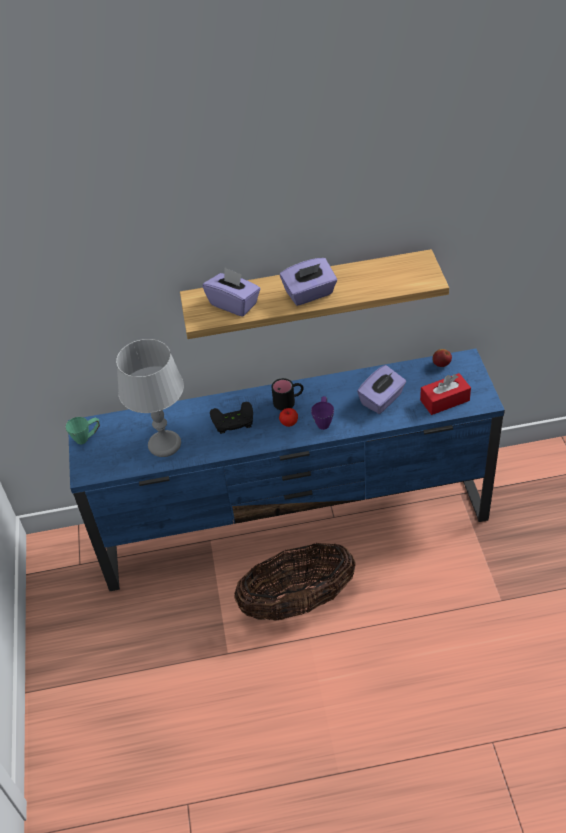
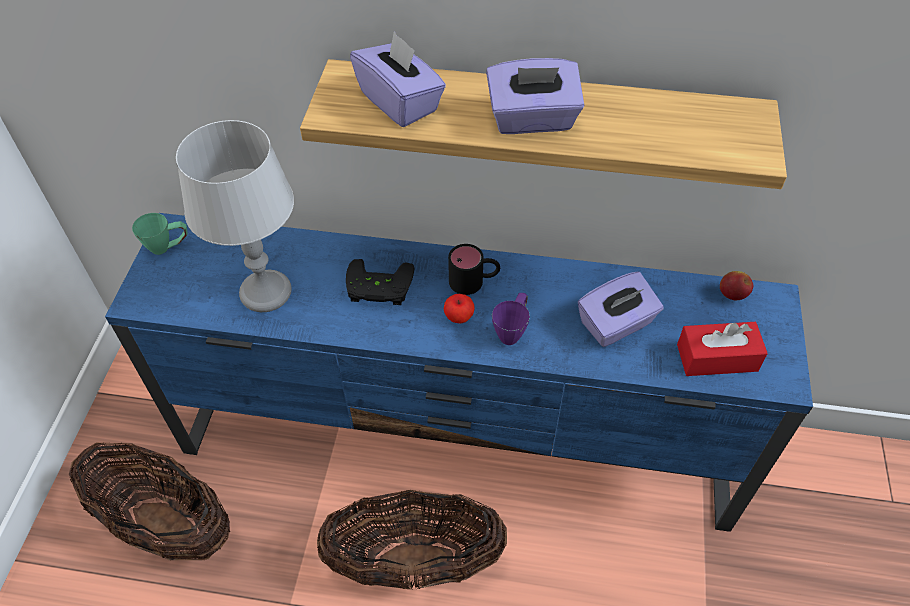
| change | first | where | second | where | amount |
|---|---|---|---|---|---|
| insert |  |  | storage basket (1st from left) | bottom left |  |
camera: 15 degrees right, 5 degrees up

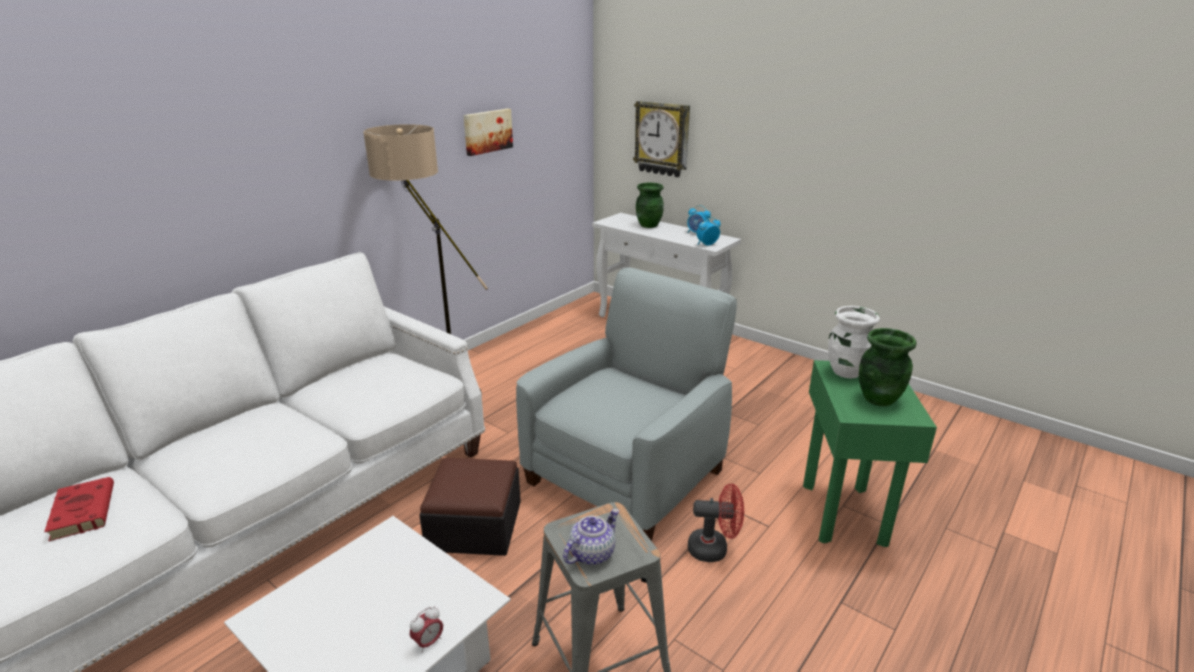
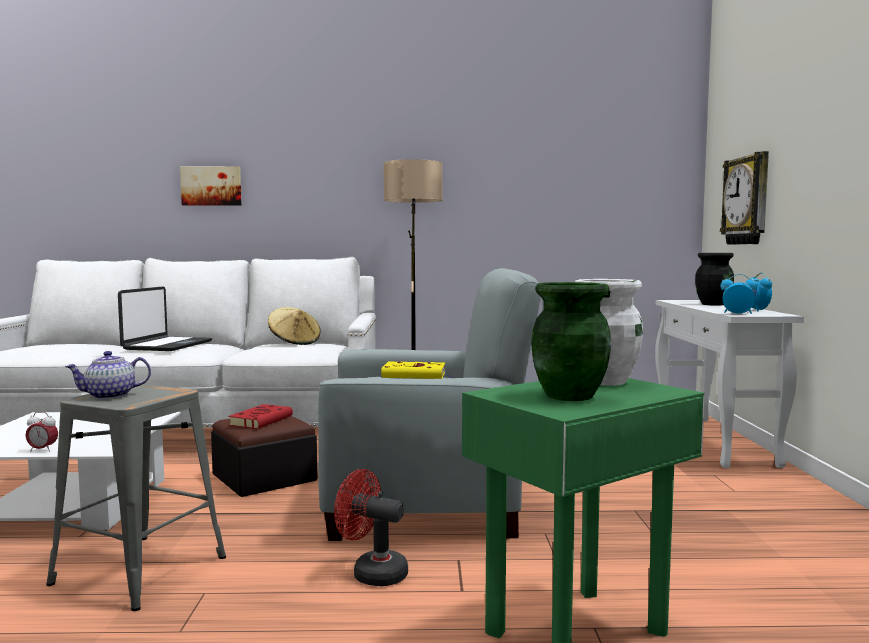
| change | first | where | second | where | amount |
|---|---|---|---|---|---|
| move | red bound book | bottom left |  | middle left |  |
| move | wall art | top centre |  | top left |  |
| rotate | tea pot | bottom centre |  | middle left | 150 degrees clockwise |
| recolor | green-coloured decorative vase (1st from left) | top centre | black-coloured decorative vase | middle right |  |
| rotate | red electric fan | bottom centre |  | bottom centre | 150 degrees clockwise |
| insert |  |  | portable computer | middle left |  |
| insert |  |  | beige clothing hat | centre |  |
| insert |  |  | yellowish bound book | centre |  |
camera: 50 degrees right, 20 degrees down

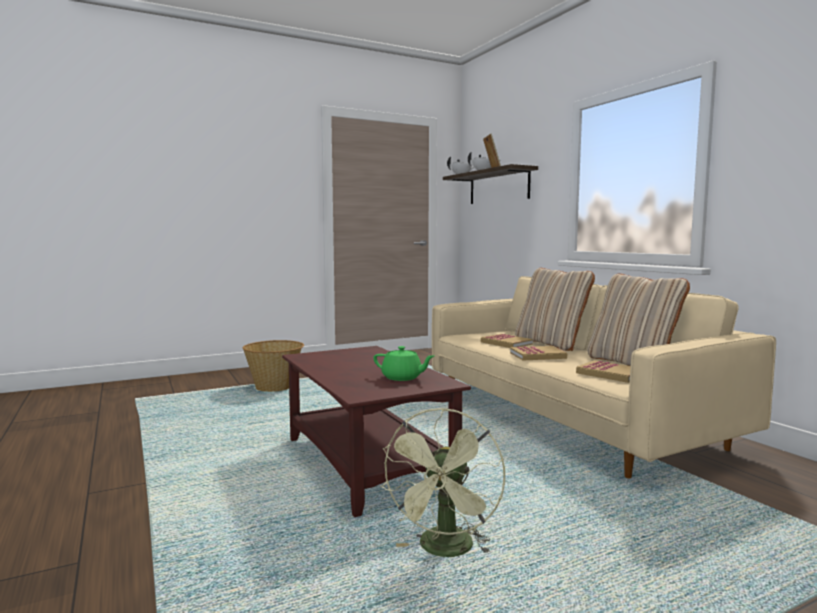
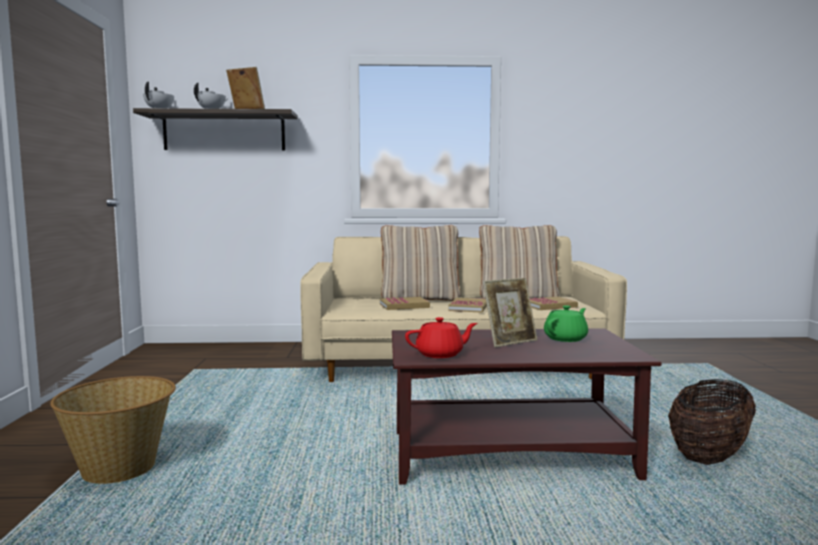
| change | first | where | second | where | amount |
|---|---|---|---|---|---|
| replace | green-coloured electric fan | bottom centre | storage basket (2nd from left) | bottom right |  |
| insert |  |  | red tea pot | centre |  |
| insert |  |  | photo frame (2nd from left) | centre |  |
camera: 65 degrees left, 0 degrees up

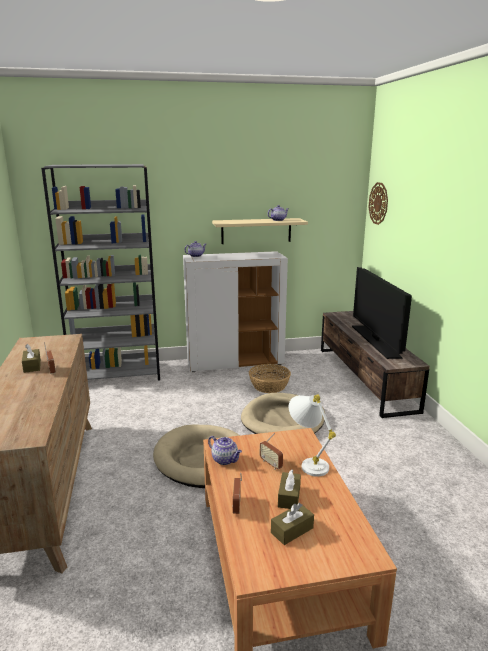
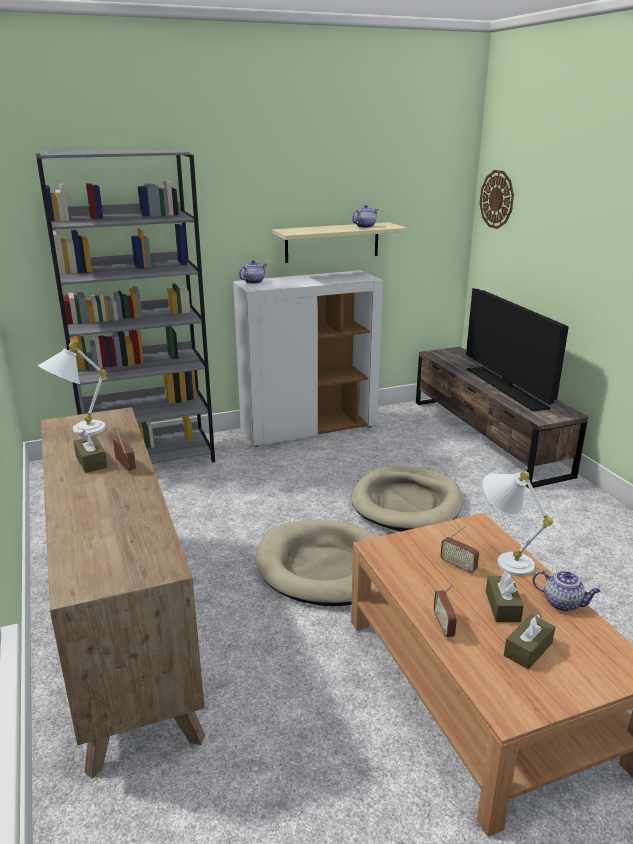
| change | first | where | second | where | amount |
|---|---|---|---|---|---|
| move | tea pot (2nd from left in the first image) | bottom centre | tea pot (3rd from left) | bottom right |  |
| delete | storage basket | centre |  |  |  |
| insert |  |  | whitish lamp for a table (1st from left) | middle left |  |
camera: 10 degrees left, 5 degrees up

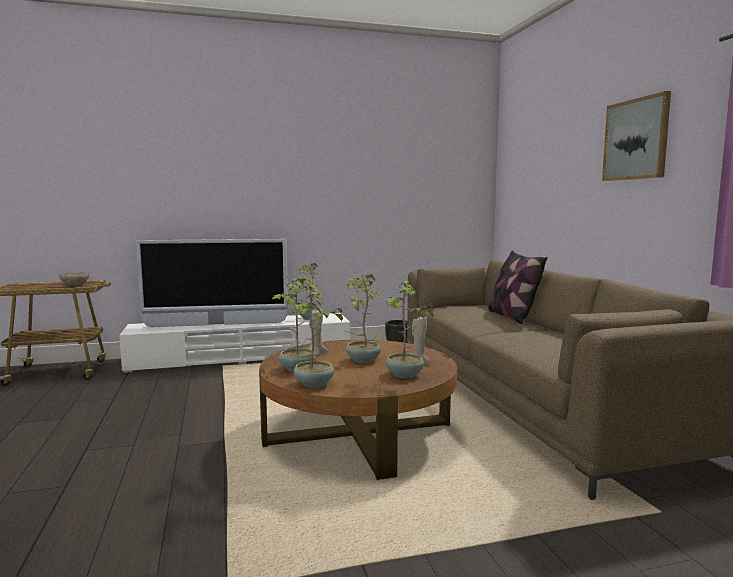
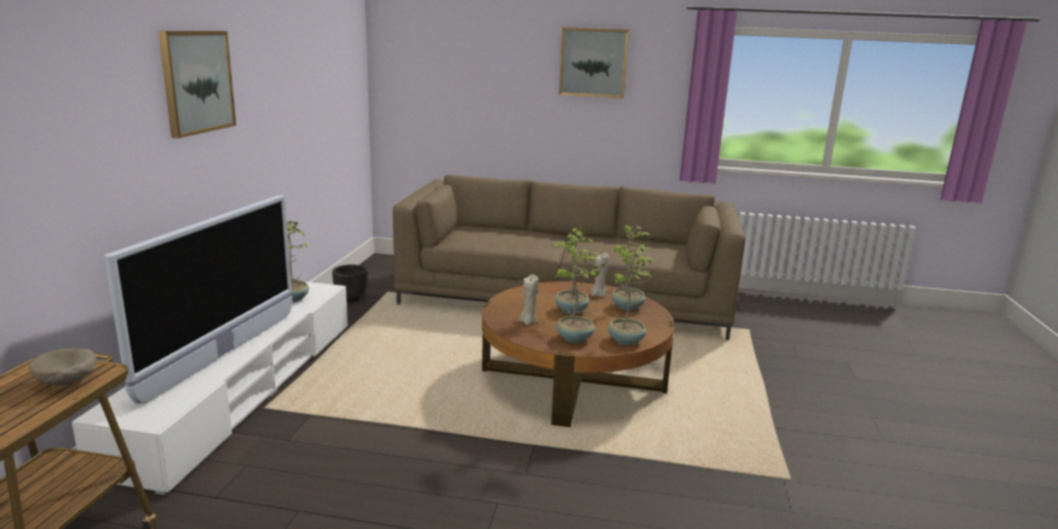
| change | first | where | second | where | amount |
|---|---|---|---|---|---|
| delete | cushion | middle right |  |  |  |
| insert |  |  | wall art (1st from left) | top left |  |
camera: 65 degrees left, 10 degrees up

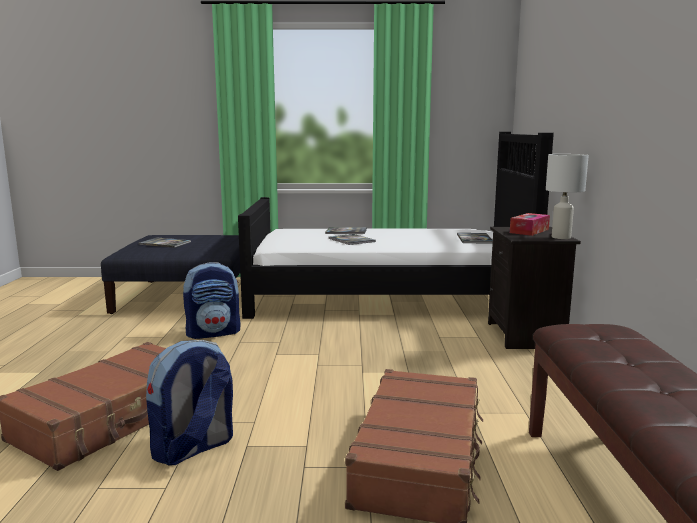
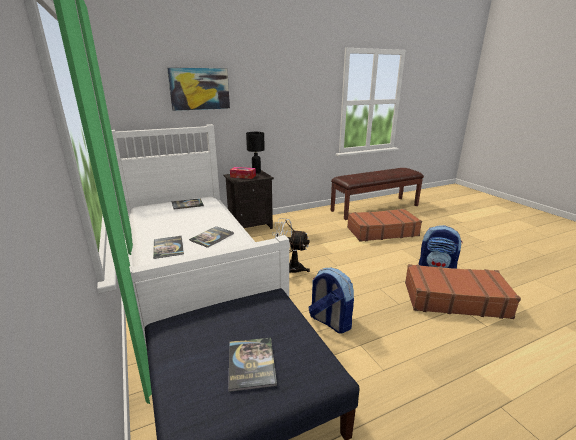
| change | first | where | second | where | amount |
|---|---|---|---|---|---|
| recolor | black-coloured sleeping bed | centre | whitish sleeping bed | centre |  |
| recolor | whitish lamp for a table | middle right | black-coloured lamp for a table | centre |  |
| insert |  |  | wall art | top centre |  |
| insert |  |  | whitish electric fan | centre |  |
camera: 115 degrees left, 10 degrees up

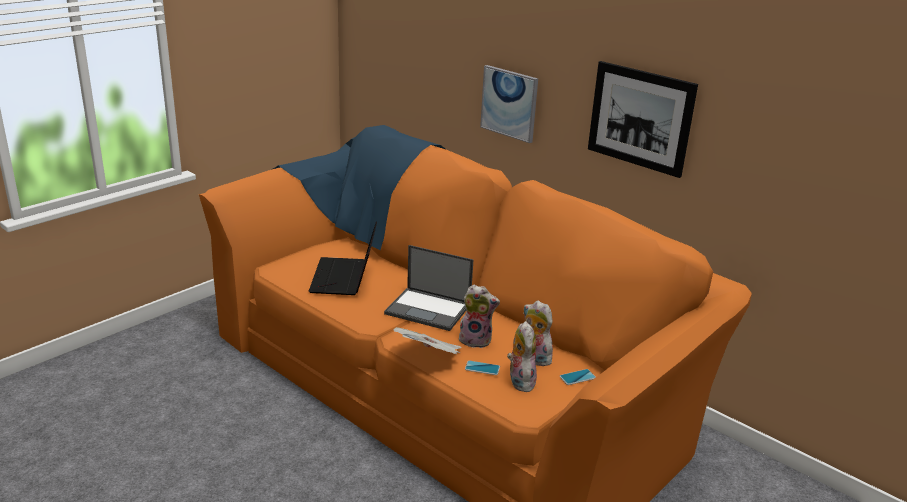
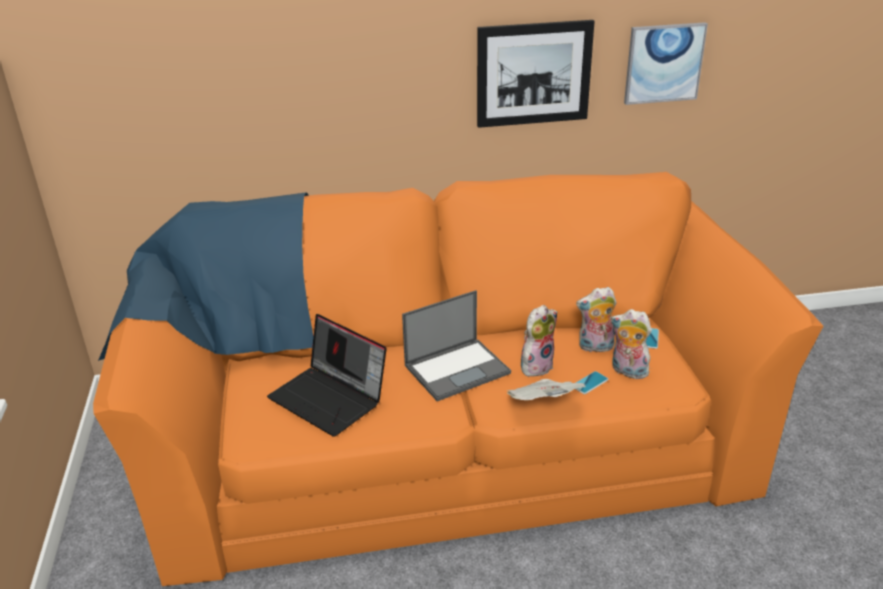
| change | first | where | second | where | amount |
|---|---|---|---|---|---|
| move | wall art (1st from left in the first image) | top centre | wall art (2nd from left) | top right |  |
camera: 50 degrees left, 5 degrees up

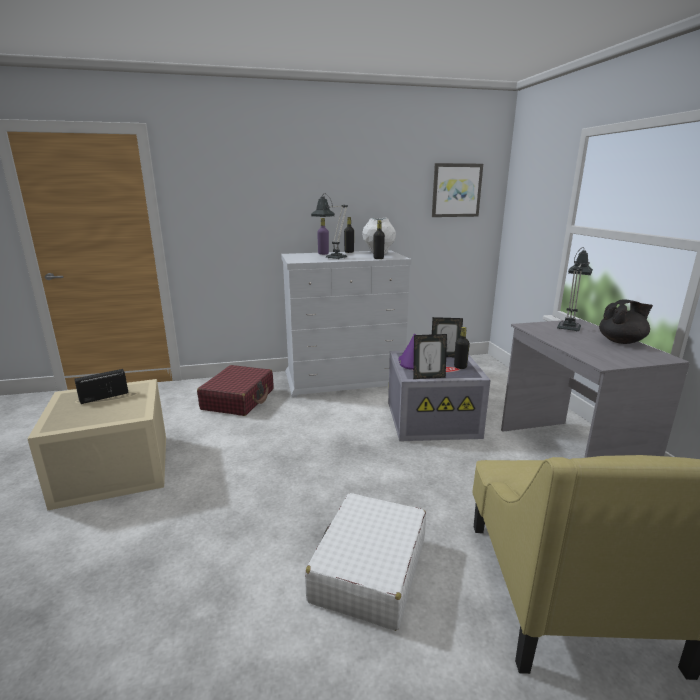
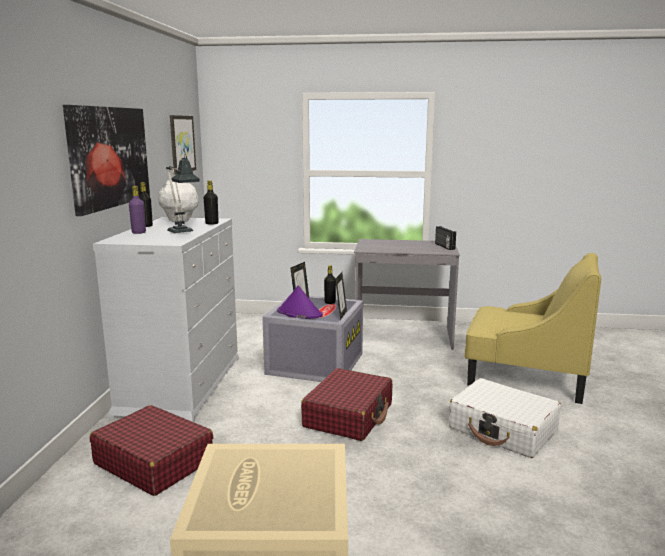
| change | first | where | second | where | amount |
|---|---|---|---|---|---|
| move | radio set | middle left |  | middle right |  |
| delete | lamp for a table (2nd from left) | middle right |  |  |  |
| delete | black-coloured tea pot | middle right |  |  |  |
| insert |  |  | wall art (1st from left) | top left |  |
| insert |  |  | red piece of luggage (2nd from left) | bottom centre |  |
camera: 70 degrees left, 5 degrees down

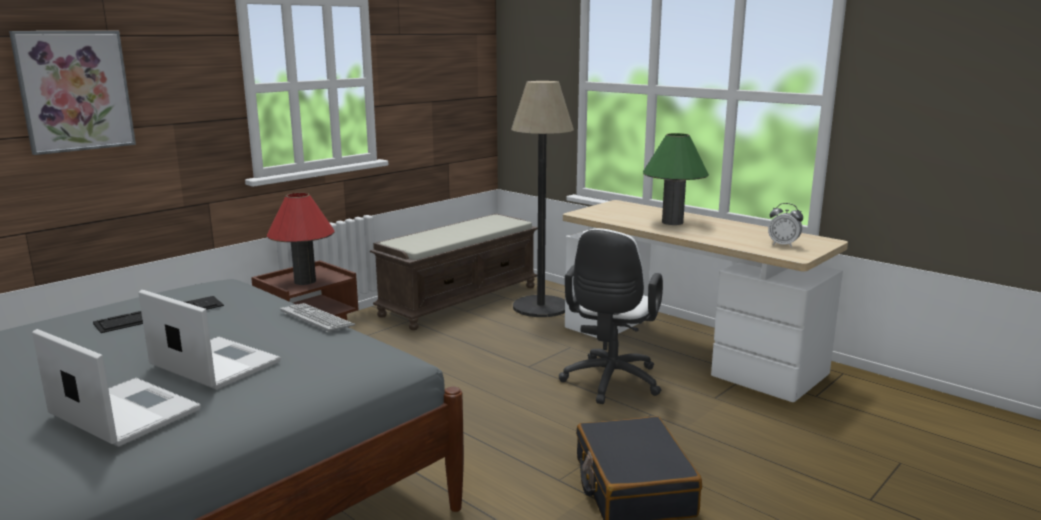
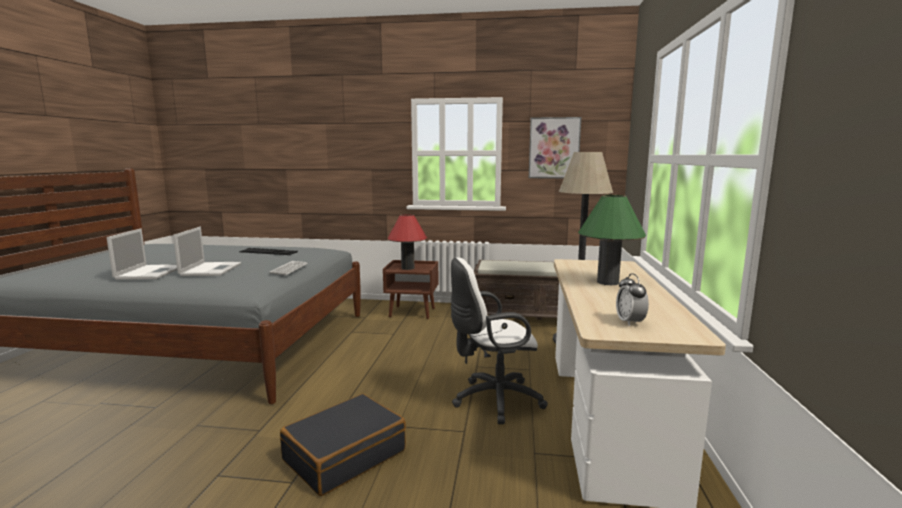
| change | first | where | second | where | amount |
|---|---|---|---|---|---|
| move | wall art | top left |  | top centre |  |
camera: 55 degrees right, 5 degrees down

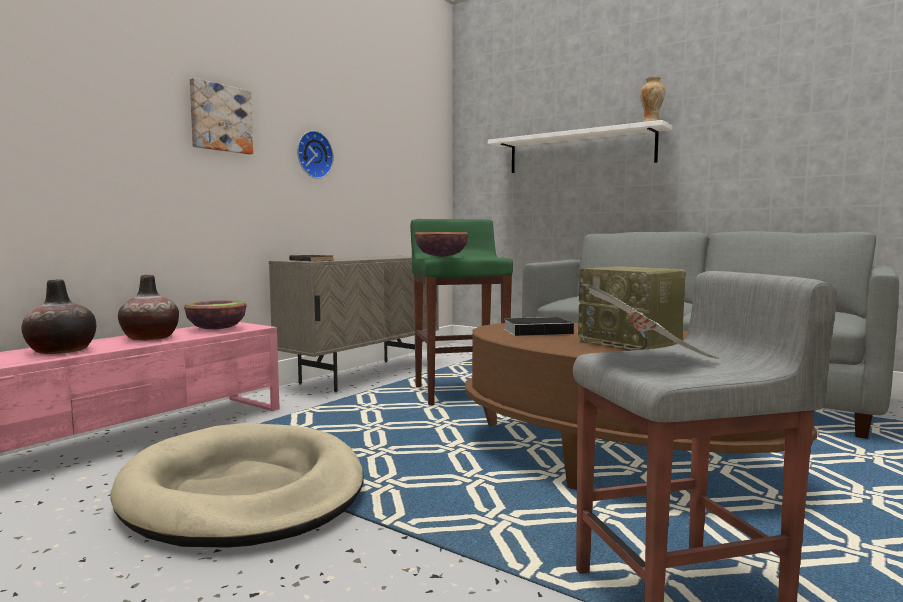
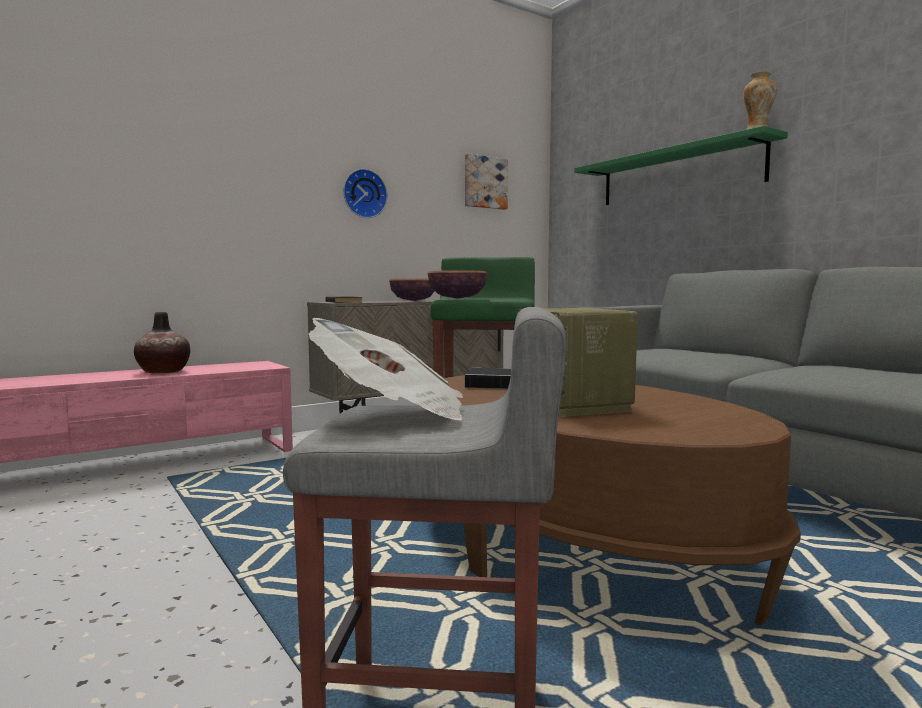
| change | first | where | second | where | amount |
|---|---|---|---|---|---|
| delete | decorative vase (1st from left) | middle left |  |  |  |
| delete | beige dog bed | bottom left |  |  |  |
| move | bowl (1st from left) | middle left |  | centre |  |
| move | wall art | top left |  | top centre |  |
| recolor | whitish bracket shelf | top centre | green-coloured bracket shelf | top right |  |
camera: 20 degrees right, 0 degrees up

